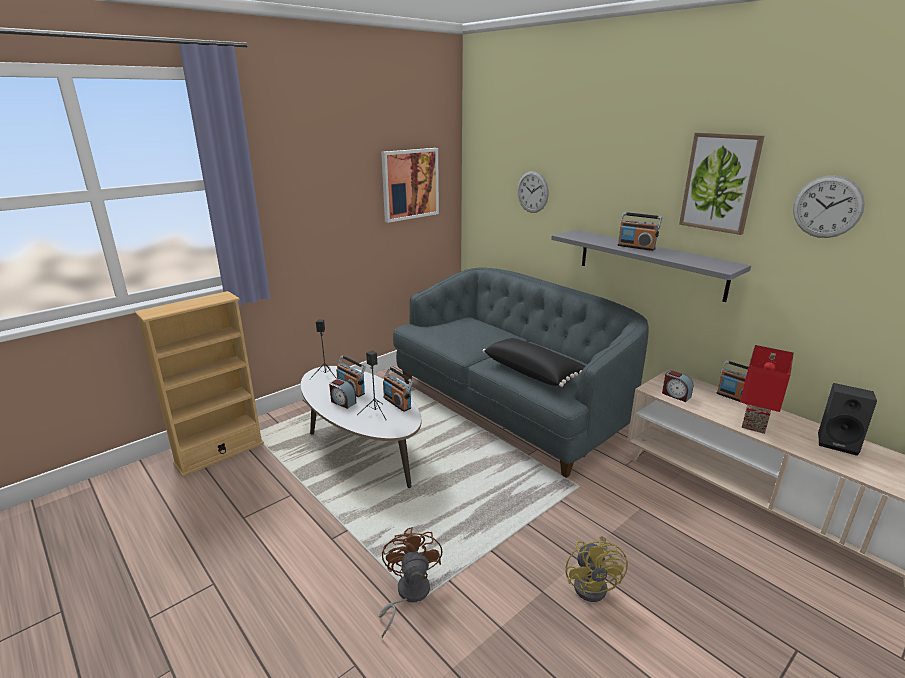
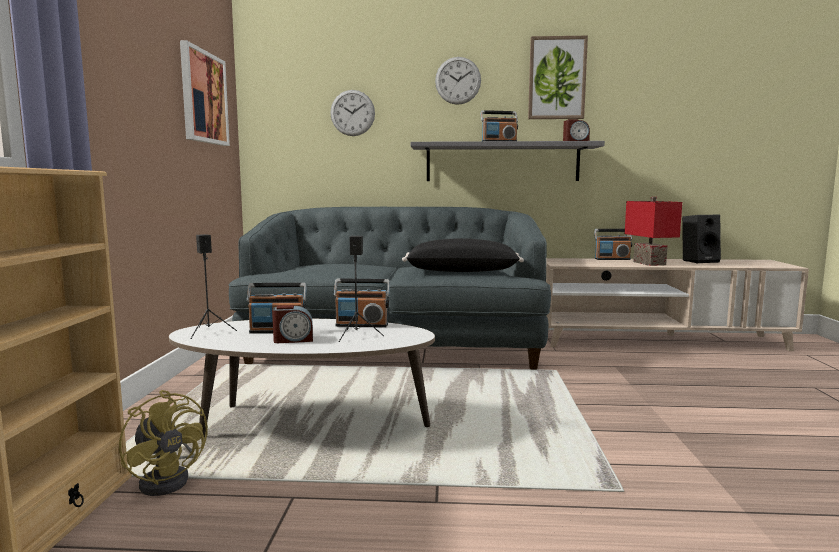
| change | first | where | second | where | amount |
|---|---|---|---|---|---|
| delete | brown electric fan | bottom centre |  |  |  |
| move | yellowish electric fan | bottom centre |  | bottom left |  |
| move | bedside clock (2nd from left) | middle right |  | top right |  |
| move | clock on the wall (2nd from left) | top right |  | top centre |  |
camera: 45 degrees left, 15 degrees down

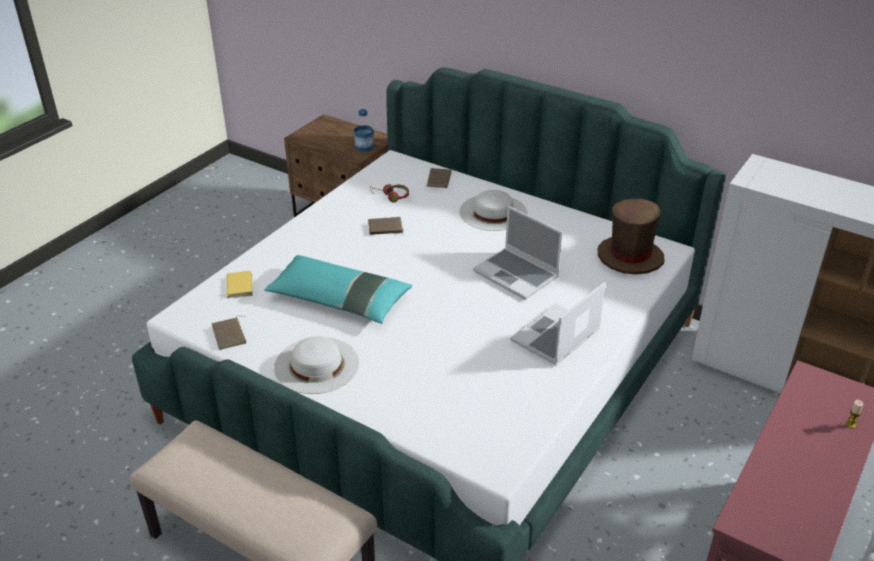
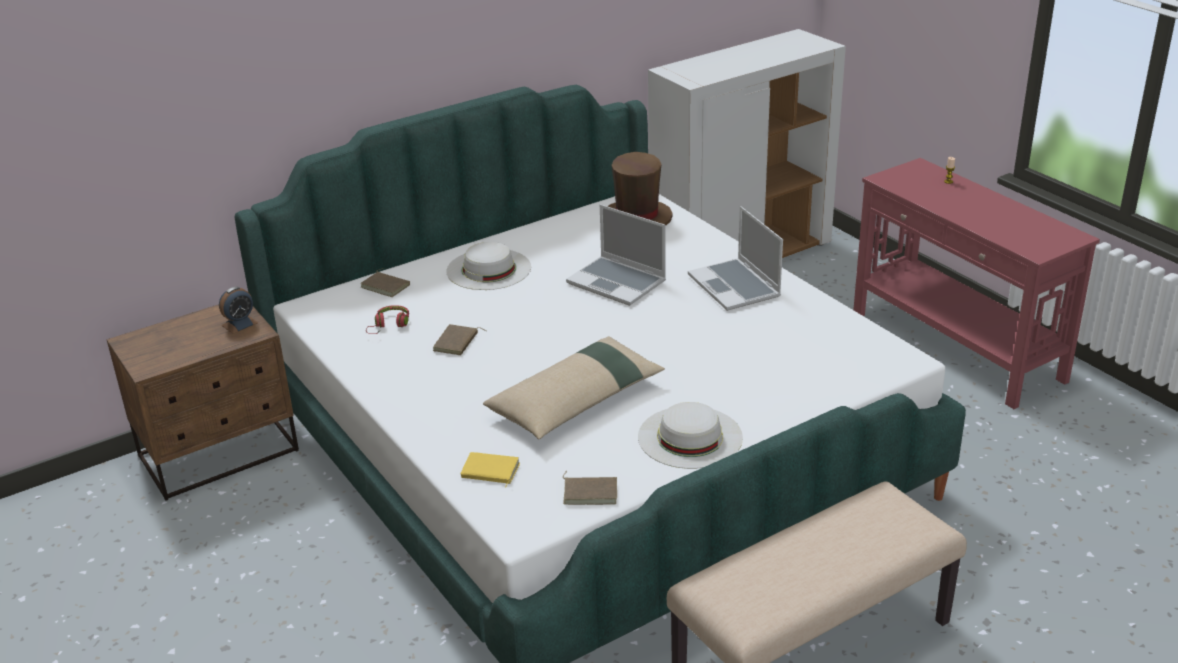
| change | first | where | second | where | amount |
|---|---|---|---|---|---|
| recolor | blue-green cushion | centre | beige cushion | centre |  |
| replace | bottle | top centre | bedside clock | middle left |  |
| rotate | portable computer (1st from left) | centre |  | centre | 60 degrees clockwise |
camera: 65 degrees left, 5 degrees down

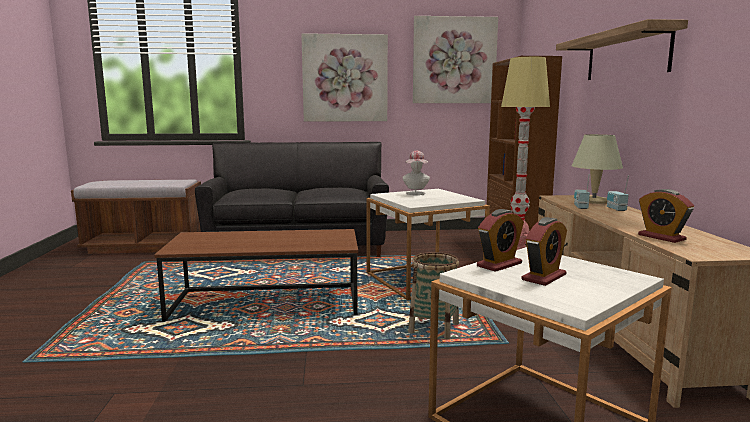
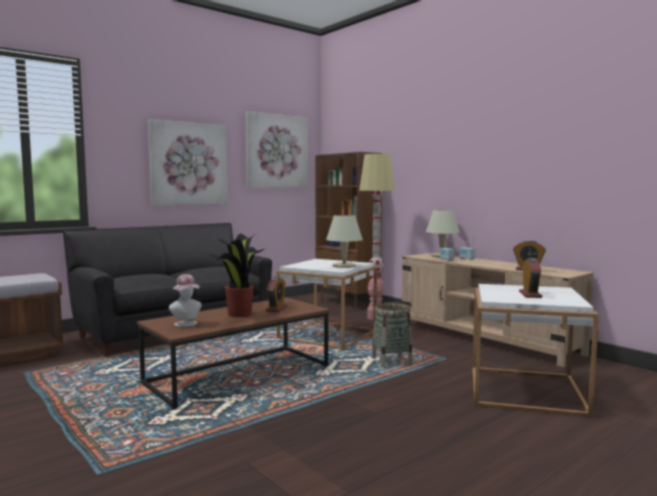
| change | first | where | second | where | amount |
|---|---|---|---|---|---|
| move | clothing hat | centre |  | middle left |  |
| move | bedside clock (1st from left) | middle right |  | centre |  |
| delete | bracket shelf | top right |  |  |  |
| insert |  |  | potted plant | centre |  |
| insert |  |  | beige lamp for a table (1st from left) | centre |  |
camera: 35 degrees left, 5 degrees down

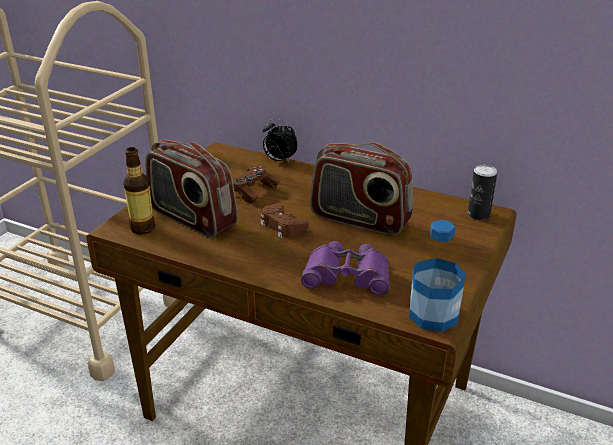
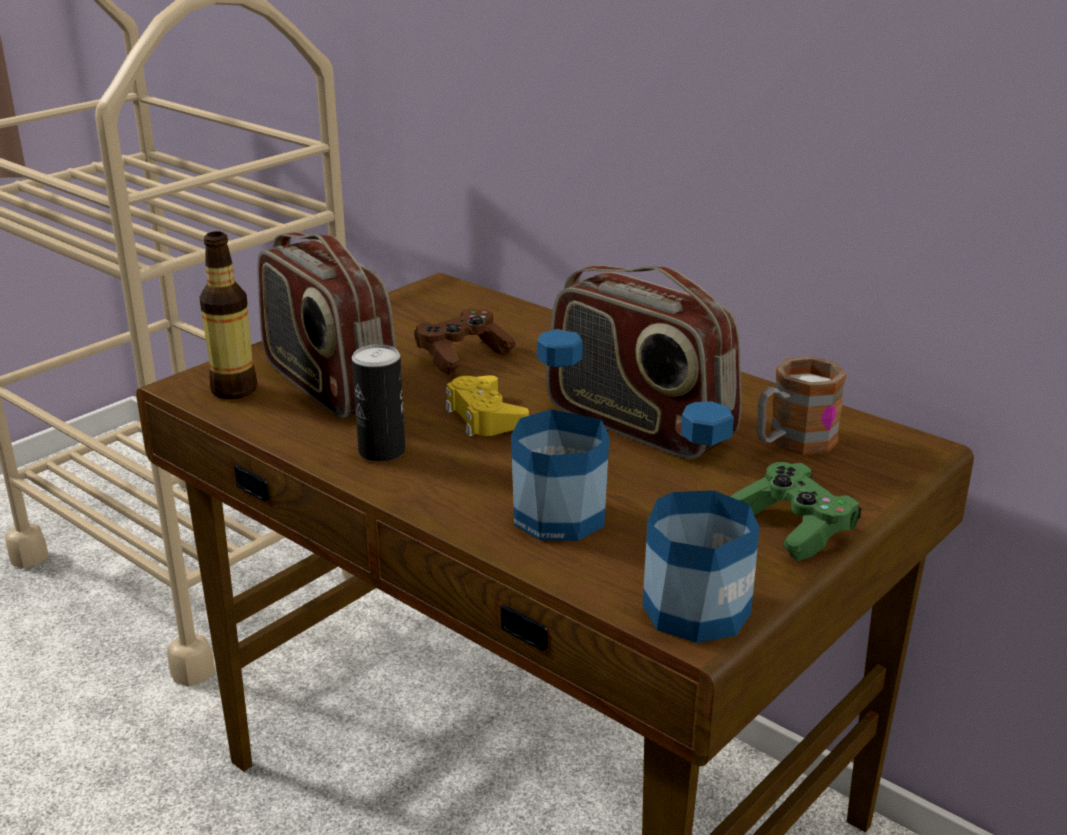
| change | first | where | second | where | amount |
|---|---|---|---|---|---|
| recolor | brown gamepad (2nd from left) | centre | yellowish gamepad | centre |  |
| delete | bedside clock | top centre |  |  |  |
| replace | purple-coloured pair of binoculars | centre | bottle (2nd from left) | centre |  |
| move | sealed can | middle right |  | centre |  |
| insert |  |  | green-coloured gamepad | middle right |  |
| insert |  |  | mug | middle right |  |
camera: 15 degrees right, 5 degrees down

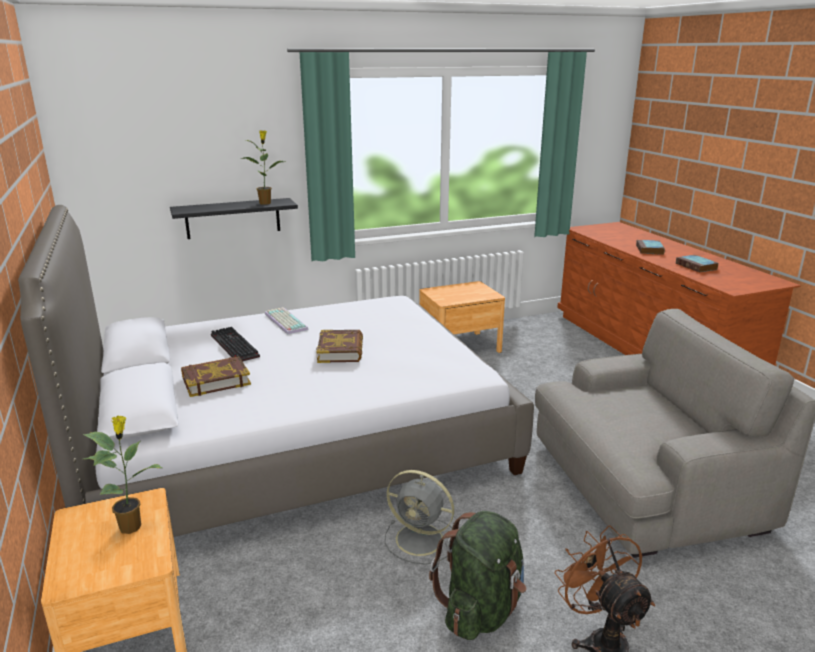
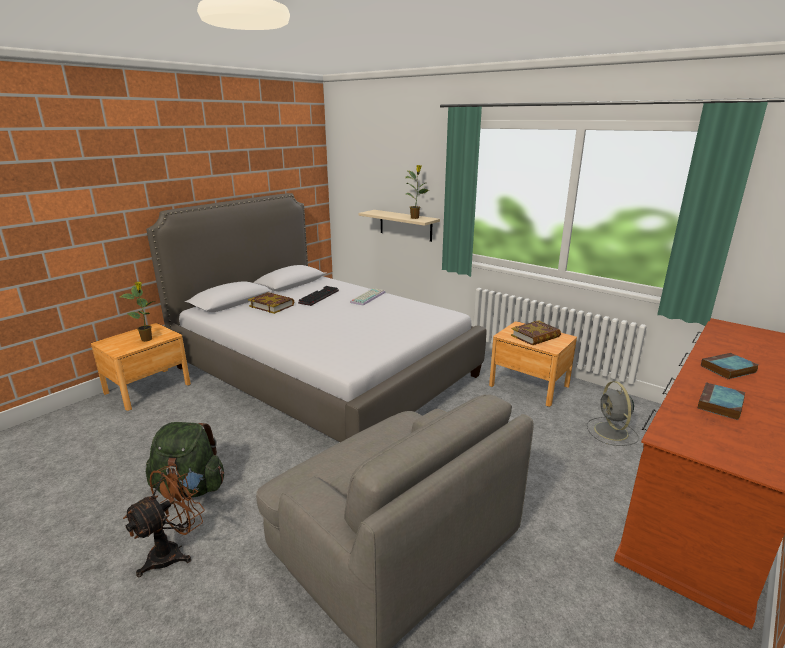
| change | first | where | second | where | amount |
|---|---|---|---|---|---|
| recolor | black-coloured bracket shelf | middle left | beige bracket shelf | centre |  |
| move | bound book (2nd from left) | centre |  | middle right |  |
| move | gray electric fan | bottom centre |  | middle right |  |
camera: 60 degrees right, 0 degrees up

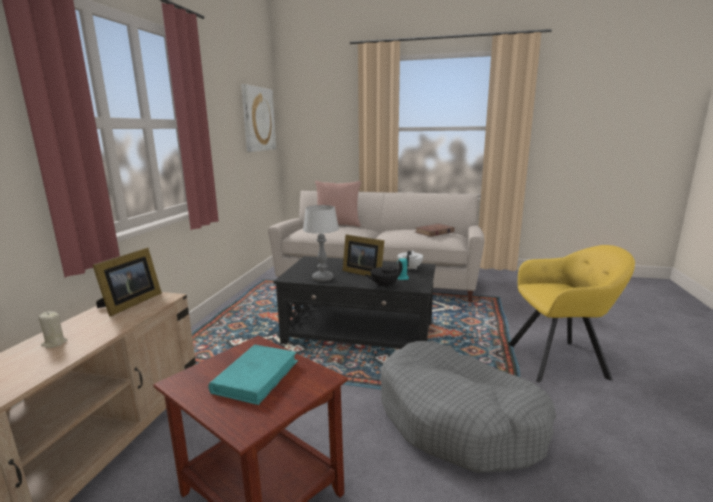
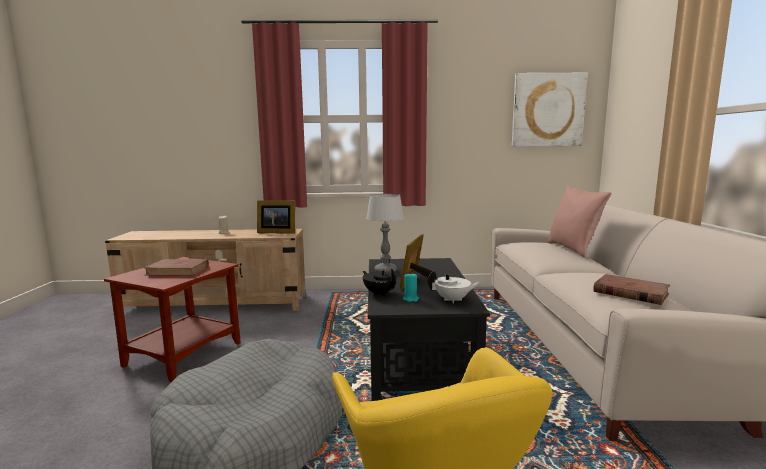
| change | first | where | second | where | amount |
|---|---|---|---|---|---|
| recolor | blue-green bound book | bottom centre | brown bound book (1st from left) | middle left |  |
camera: 75 degrees right, 5 degrees down

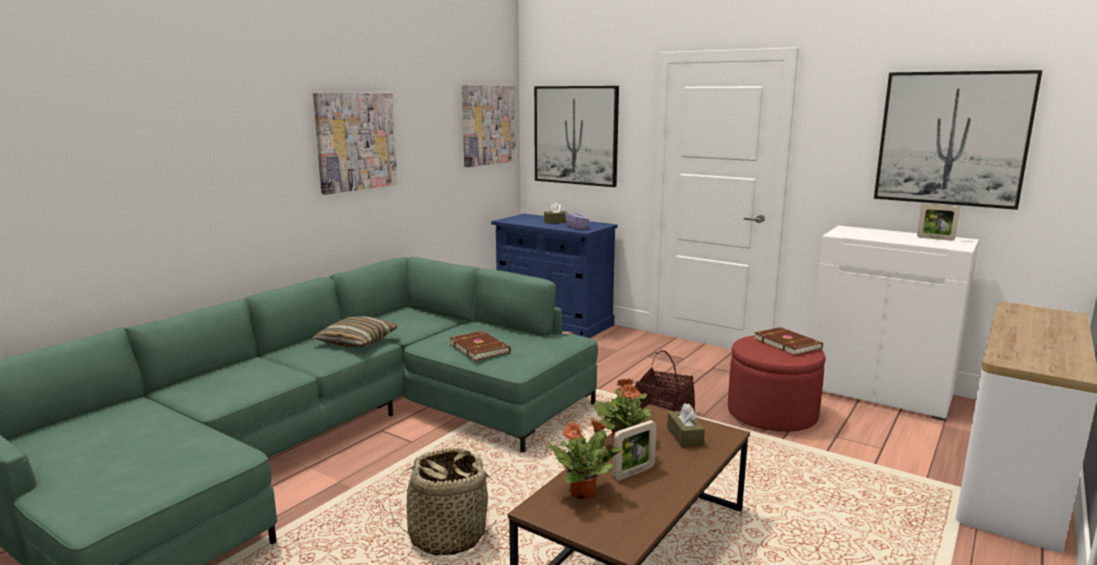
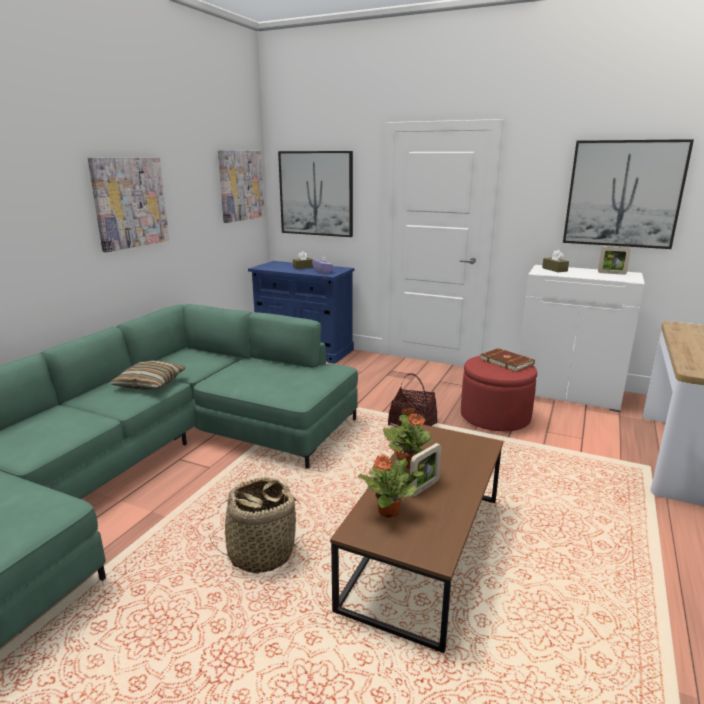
| change | first | where | second | where | amount |
|---|---|---|---|---|---|
| delete | brown bound book (1st from left) | centre |  |  |  |
| move | brown box of tissues (2nd from left) | bottom centre |  | middle right |  |
camera: 10 degrees left, 5 degrees up

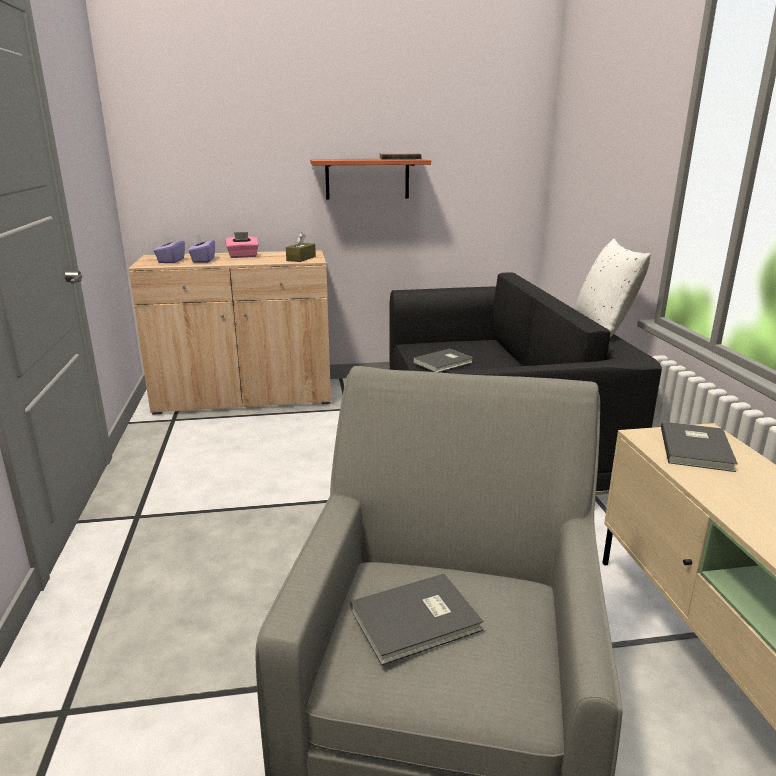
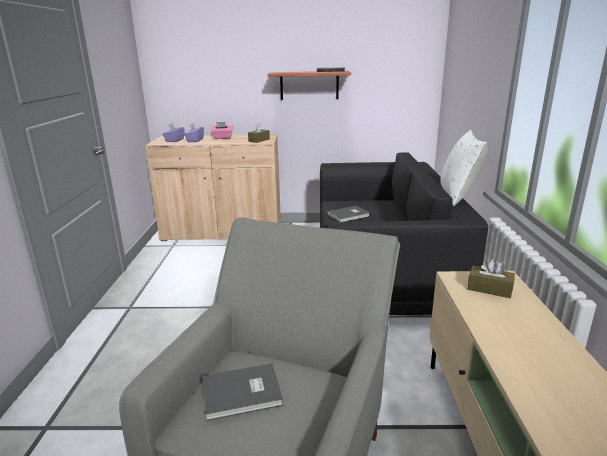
| change | first | where | second | where | amount |
|---|---|---|---|---|---|
| replace | gray bound book (4th from left) | middle right | brown box of tissues (2nd from left) | middle right |  |
camera: 10 degrees right, 0 degrees up

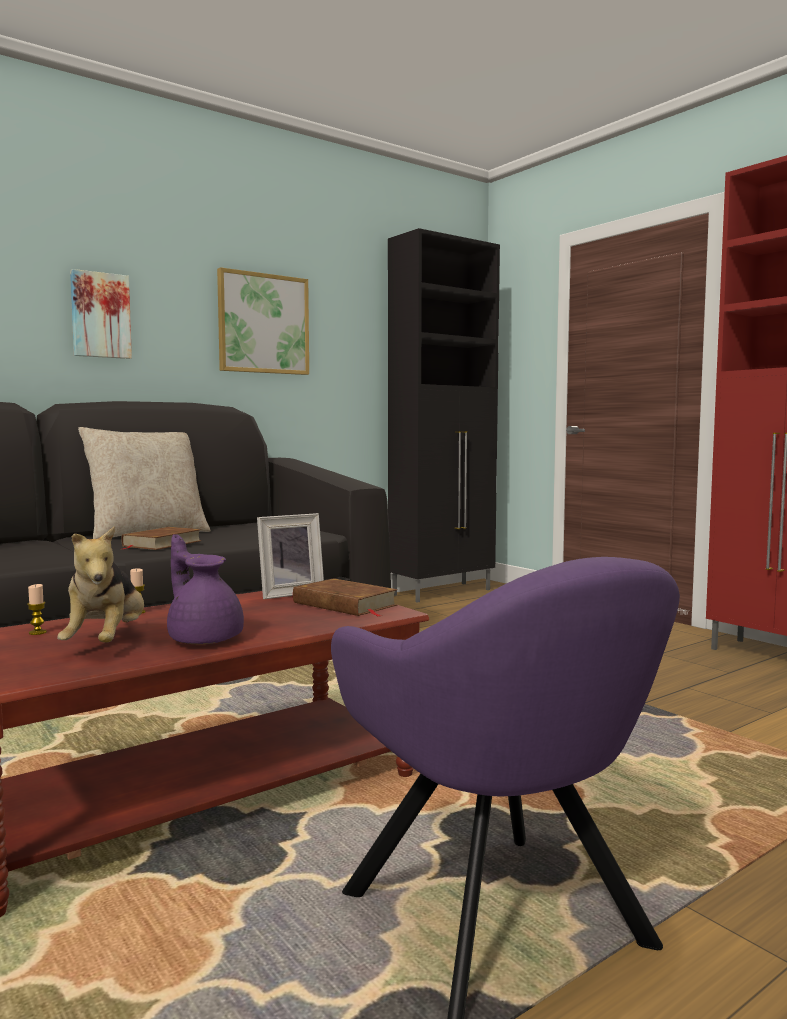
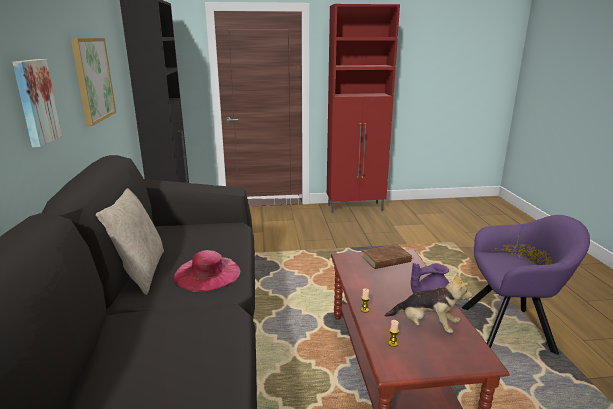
| change | first | where | second | where | amount |
|---|---|---|---|---|---|
| replace | brown bound book (1st from left) | middle left | pinkish clothing hat | centre |  |
| delete | photo frame | centre |  |  |  |
camera: 60 degrees left, 15 degrees up

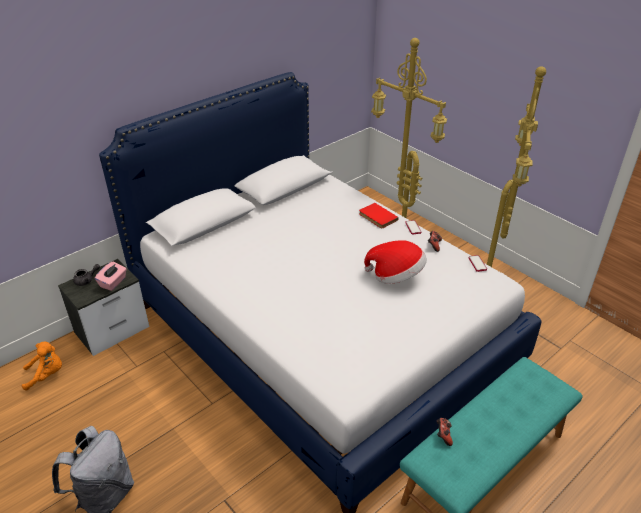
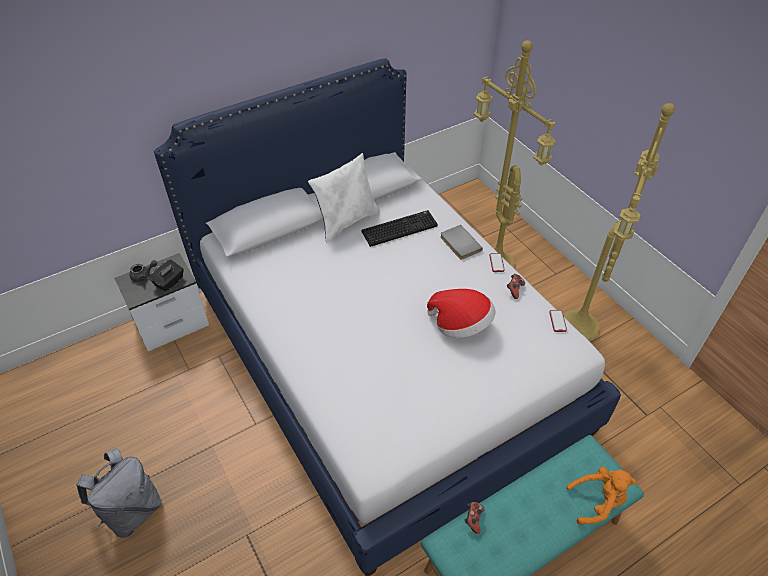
| change | first | where | second | where | amount |
|---|---|---|---|---|---|
| move | orange-coloured plush toy | bottom left |  | bottom right |  |
| recolor | pinkish box of tissues | middle left | black-coloured box of tissues | middle left |  |
| recolor | red bound book | centre | gray bound book | centre |  |
| insert |  |  | whitish cushion | centre |  |
| insert |  |  | keyboard | centre |  |
camera: 10 degrees right, 10 degrees up

